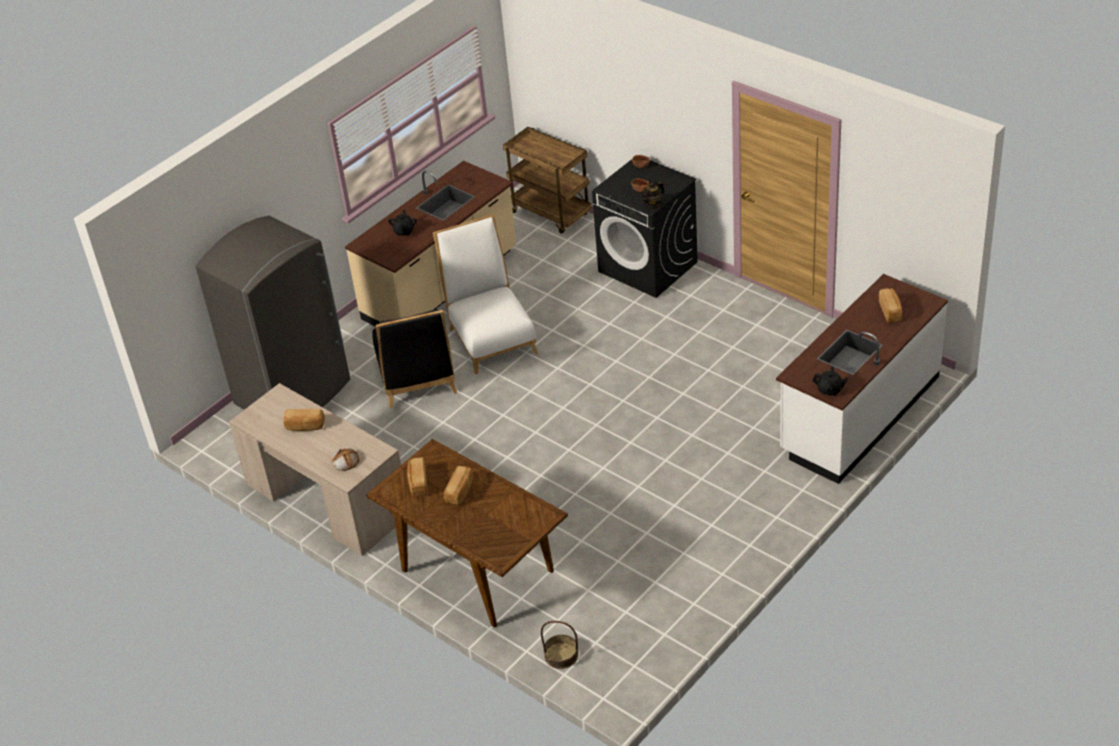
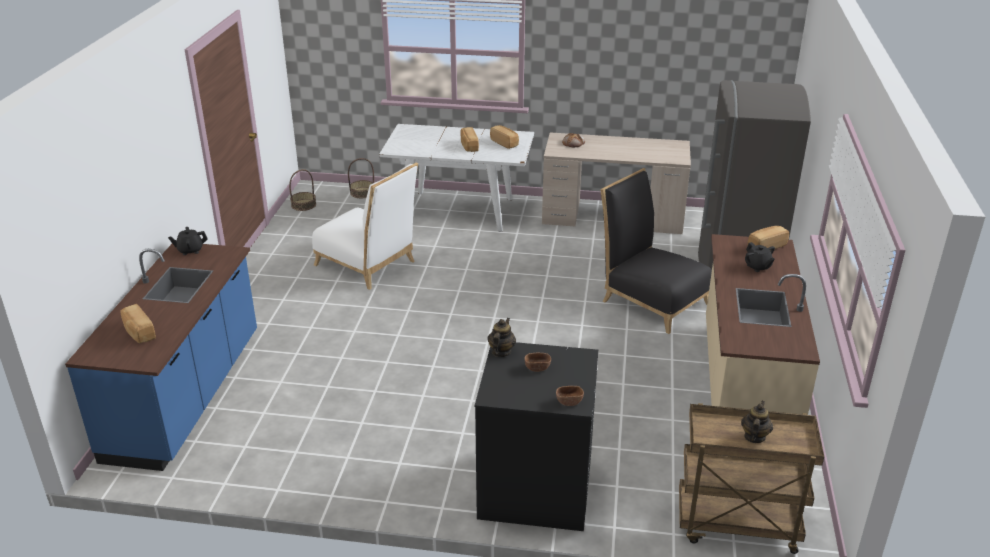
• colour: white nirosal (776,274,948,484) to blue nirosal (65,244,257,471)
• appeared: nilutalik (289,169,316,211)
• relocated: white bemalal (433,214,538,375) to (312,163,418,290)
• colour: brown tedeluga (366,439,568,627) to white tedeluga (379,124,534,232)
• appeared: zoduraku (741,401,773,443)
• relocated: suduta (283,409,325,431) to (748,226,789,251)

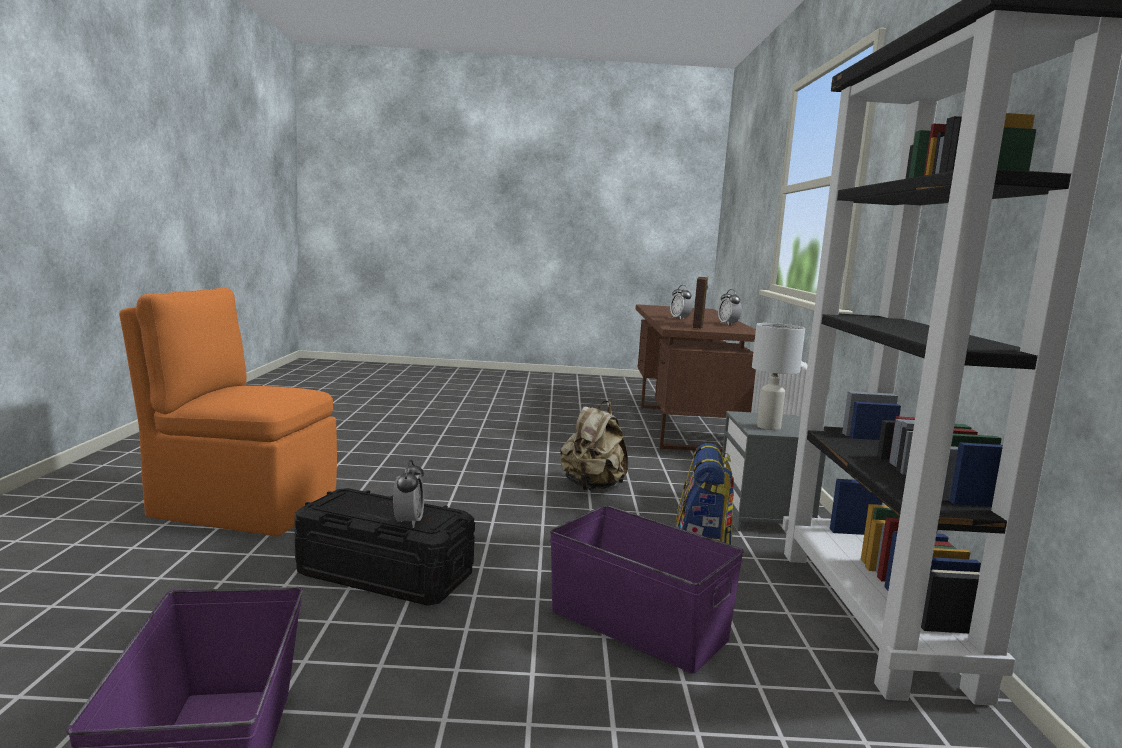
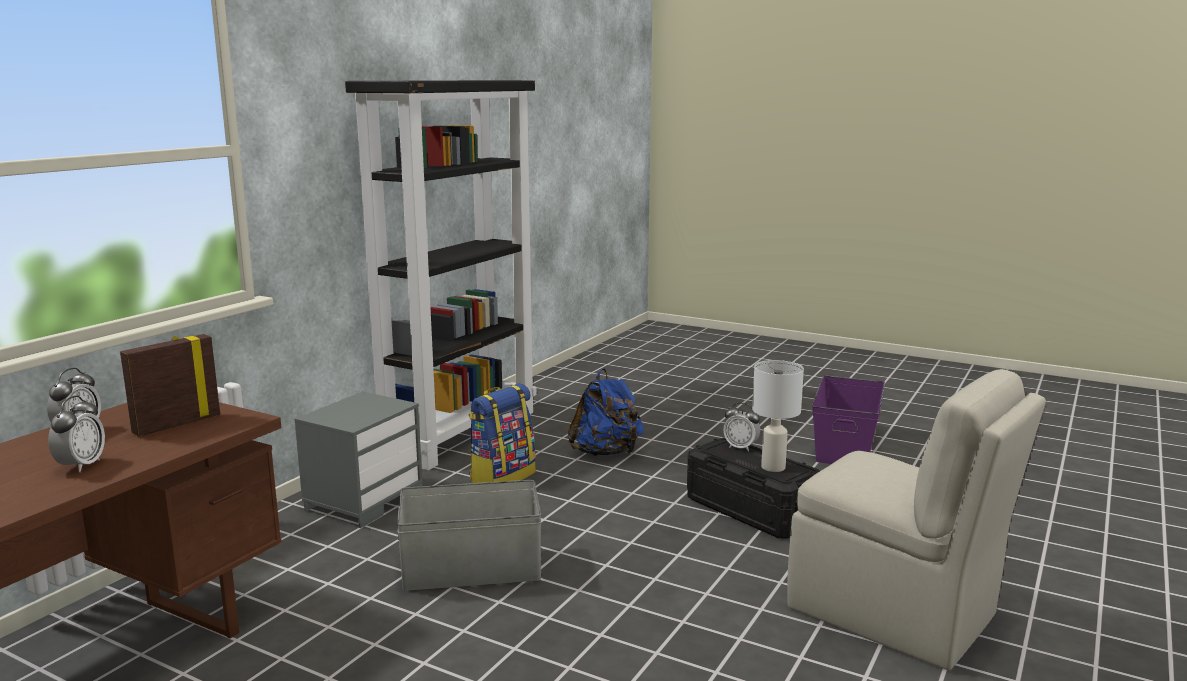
• exchanged: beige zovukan (560,401,628,491) to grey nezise (397,480,542,591)
• exchanged: purple nezise (550,505,744,674) to blue zovukan (568,369,644,456)
• spun: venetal (393,460,424,528) = (723,403,760,452) 90 degrees counterclockwise
• relocated: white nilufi (752,323,805,430) to (752,360,804,472)
• colour: orange bemalal (119,288,337,537) to beige bemalal (787,369,1046,670)

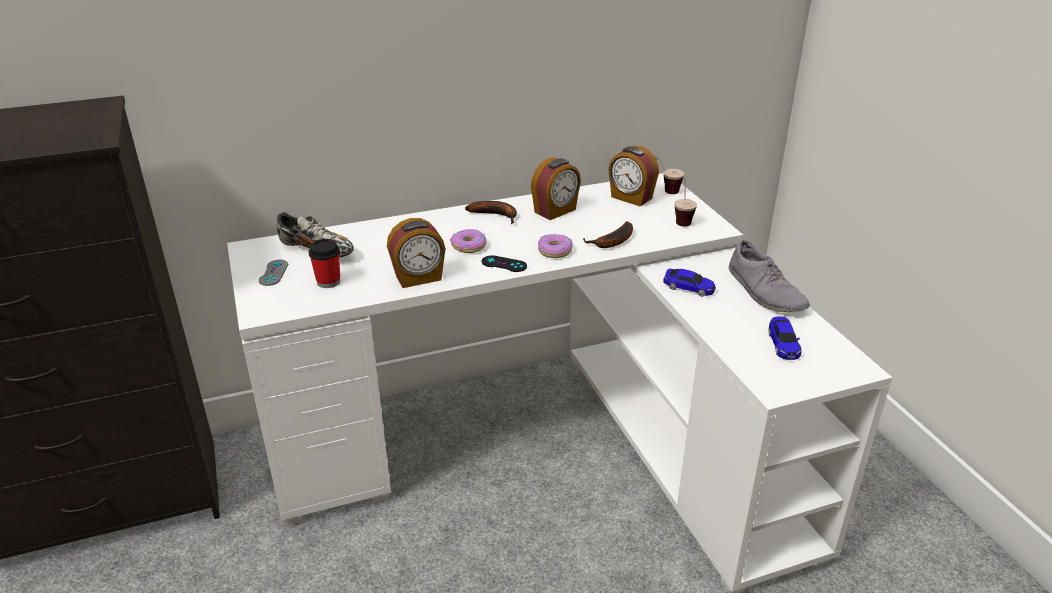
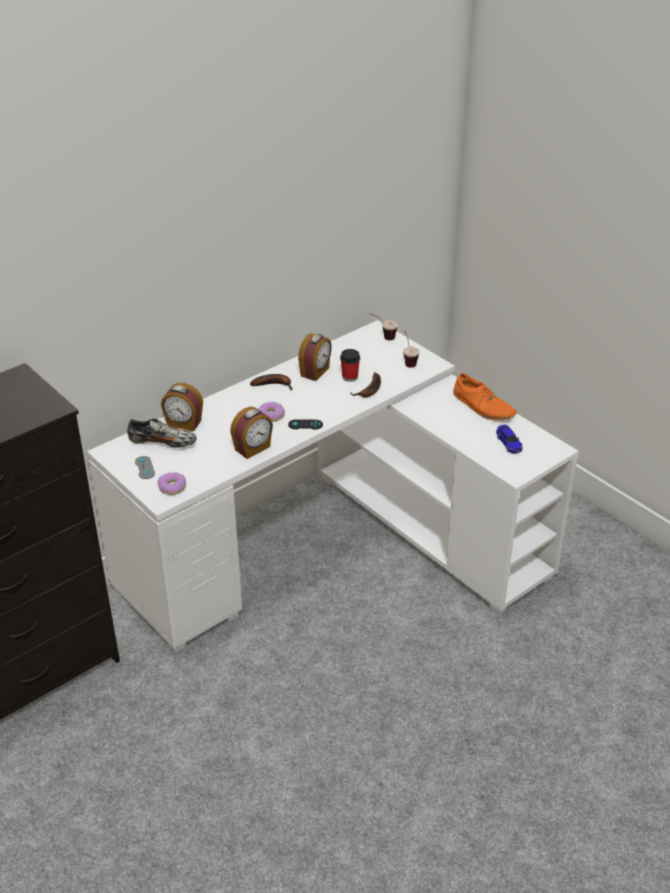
• relocated: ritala (538,234,573,258) to (157,472,186,495)
• relocated: venetal (608,146,659,206) to (161,383,203,432)
• relocated: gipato (308,239,340,288) to (340,349,360,382)
• colour: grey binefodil (729,240,810,312) to orange binefodil (453,373,517,421)
• missing: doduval (663,269,716,296)

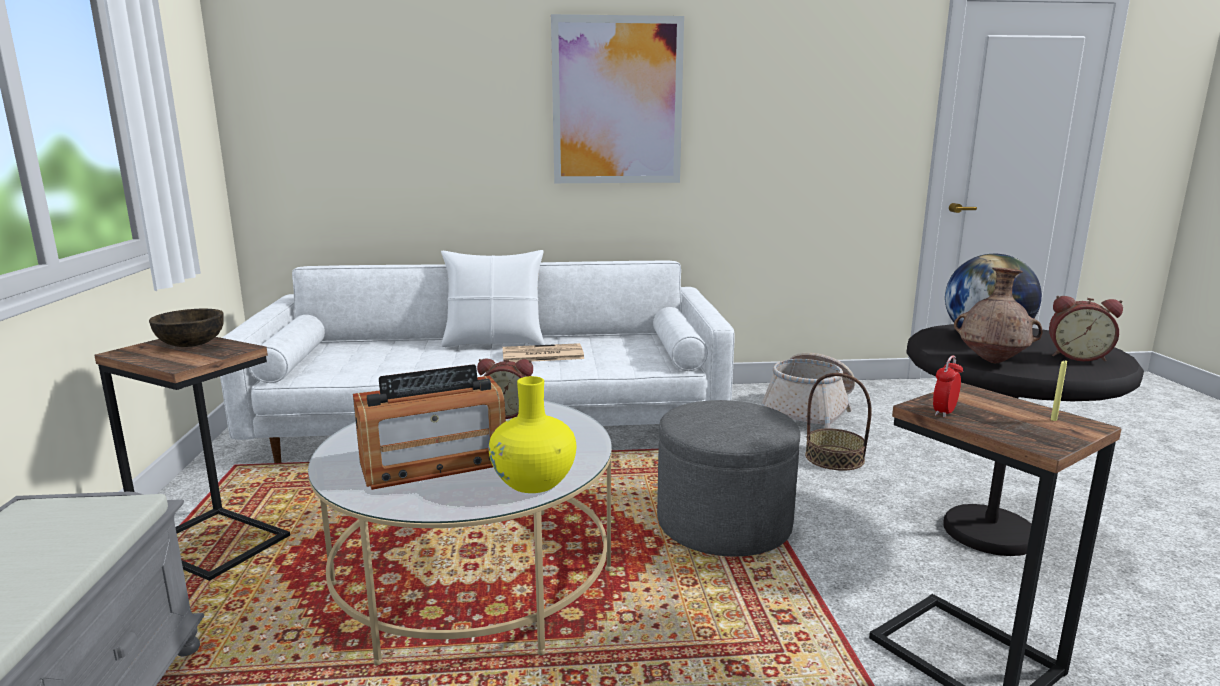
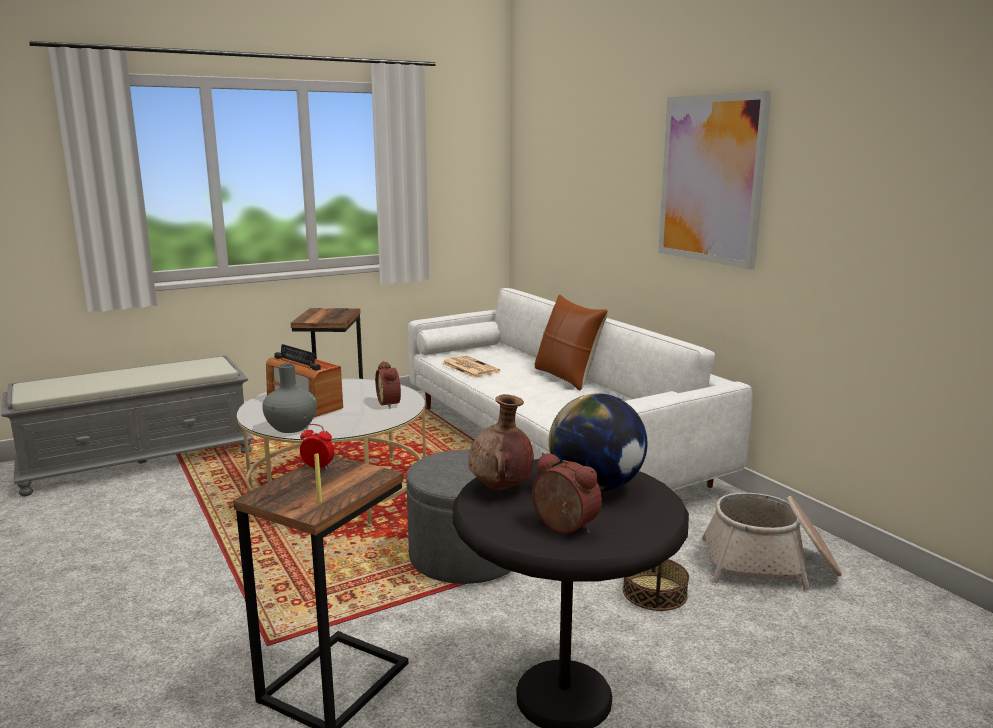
• colour: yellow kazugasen (489,376,576,493) to grey kazugasen (262,363,317,433)
• relocated: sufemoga (503,343,584,362) to (442,355,500,378)
• spun: venetal (1049,296,1123,362) = (532,452,602,534) 135 degrees clockwise
• colour: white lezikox (441,250,544,347) to brown lezikox (535,294,608,391)
• missing: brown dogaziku (149,309,224,347)

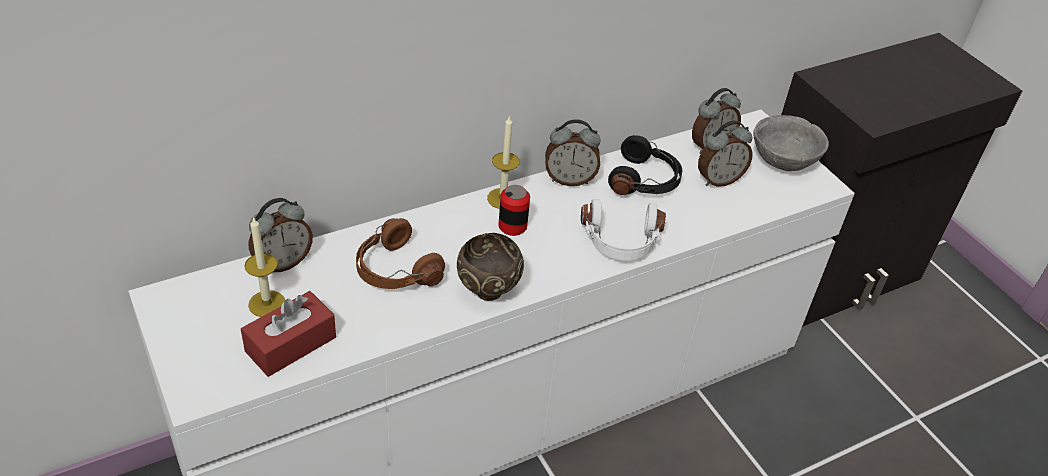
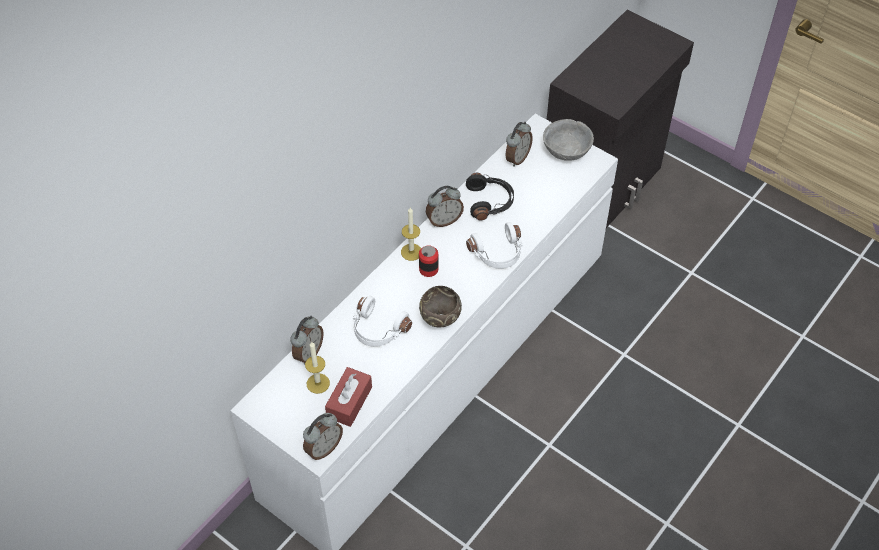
• relocated: venetal (698,120,753,187) to (303,413,343,460)
• colour: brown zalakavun (356,218,445,289) to white zalakavun (353,296,412,347)

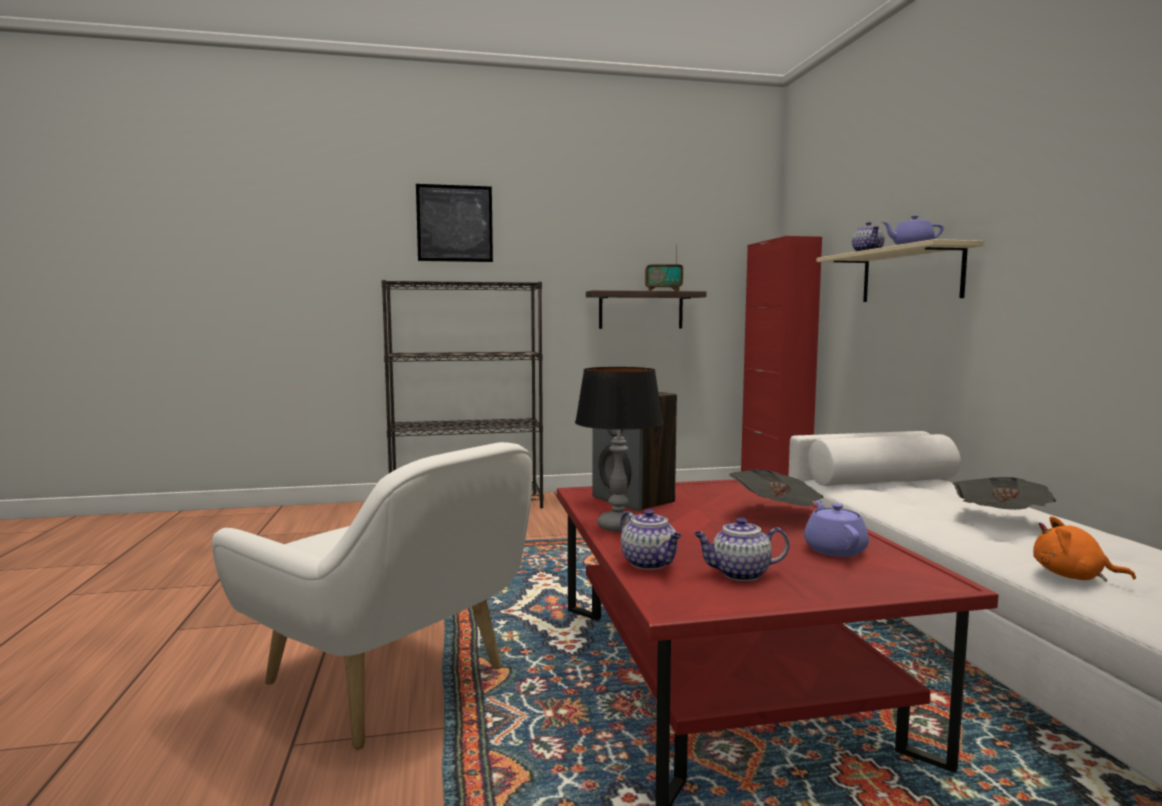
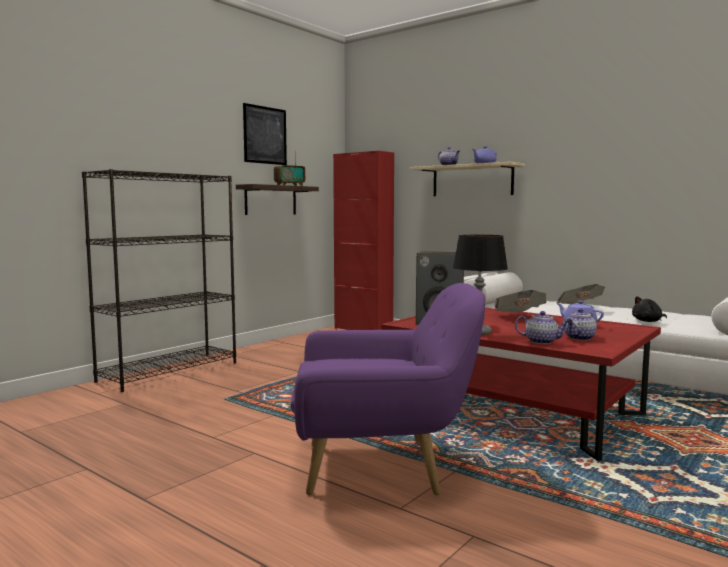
• relocated: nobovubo (416,184,493,262) to (243,103,287,165)
• colour: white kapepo (212,442,533,750) to purple kapepo (291,283,485,495)
• colour: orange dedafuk (1033,516,1136,582) to black dedafuk (632,296,667,322)

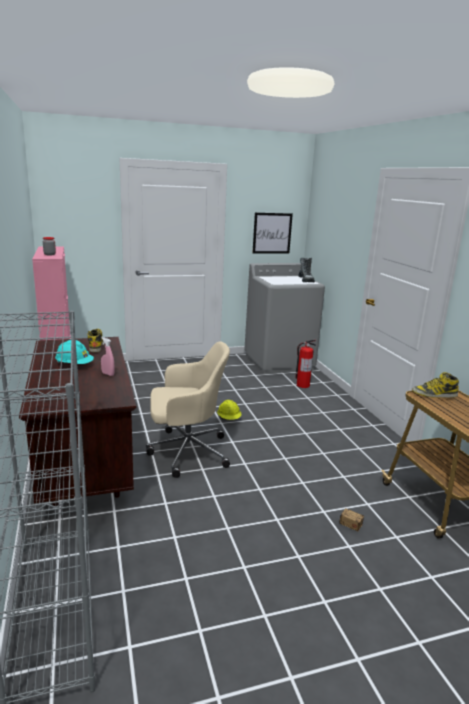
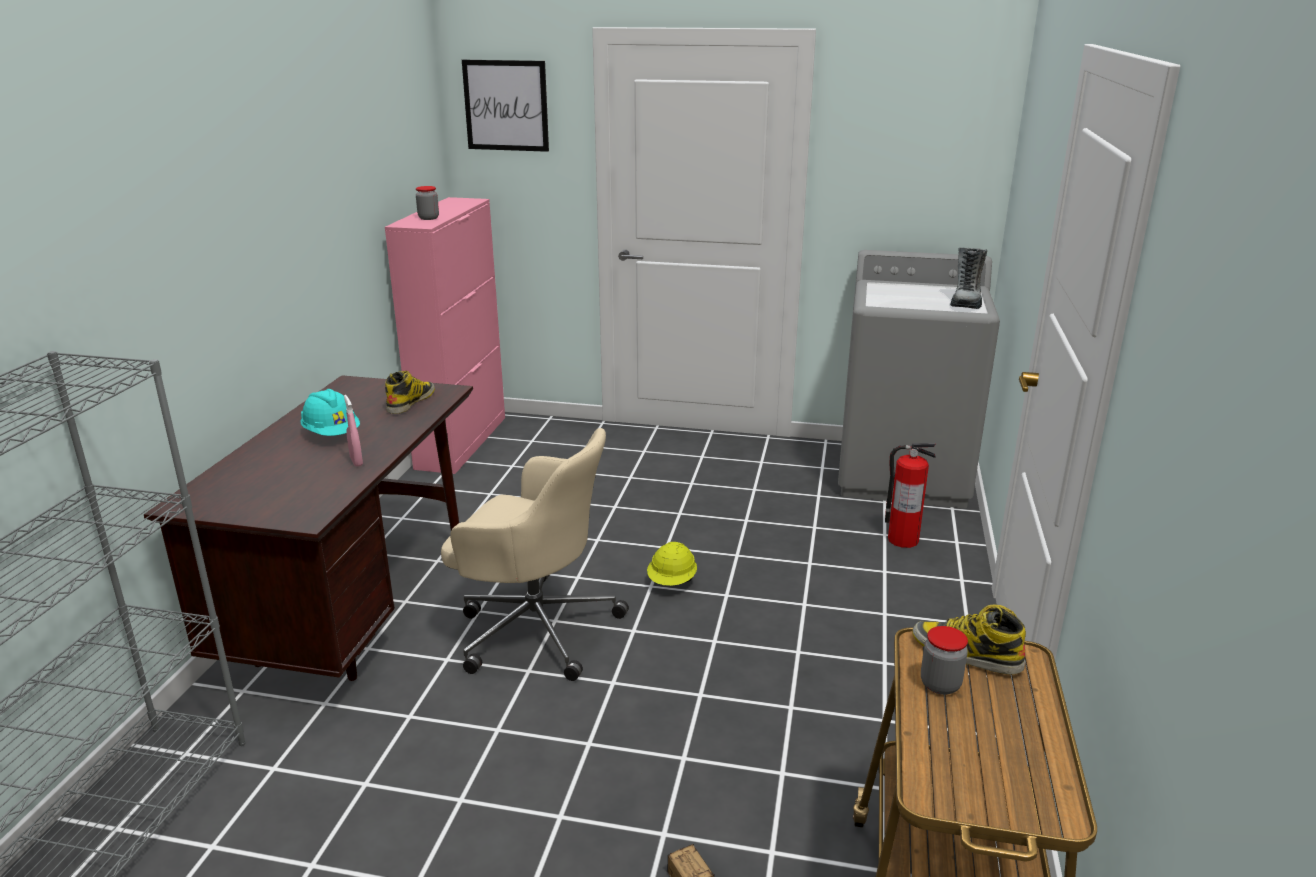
• relocated: nobovubo (253,213,293,254) to (462,60,549,152)
• appeared: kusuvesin (921,626,968,695)

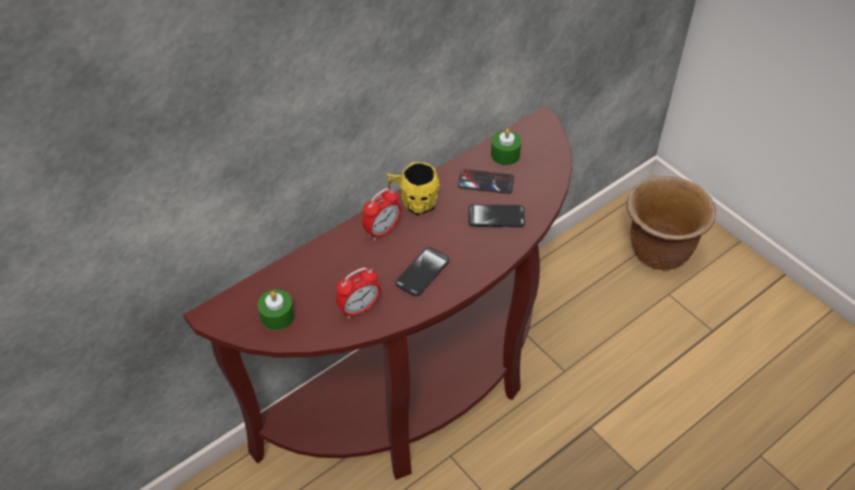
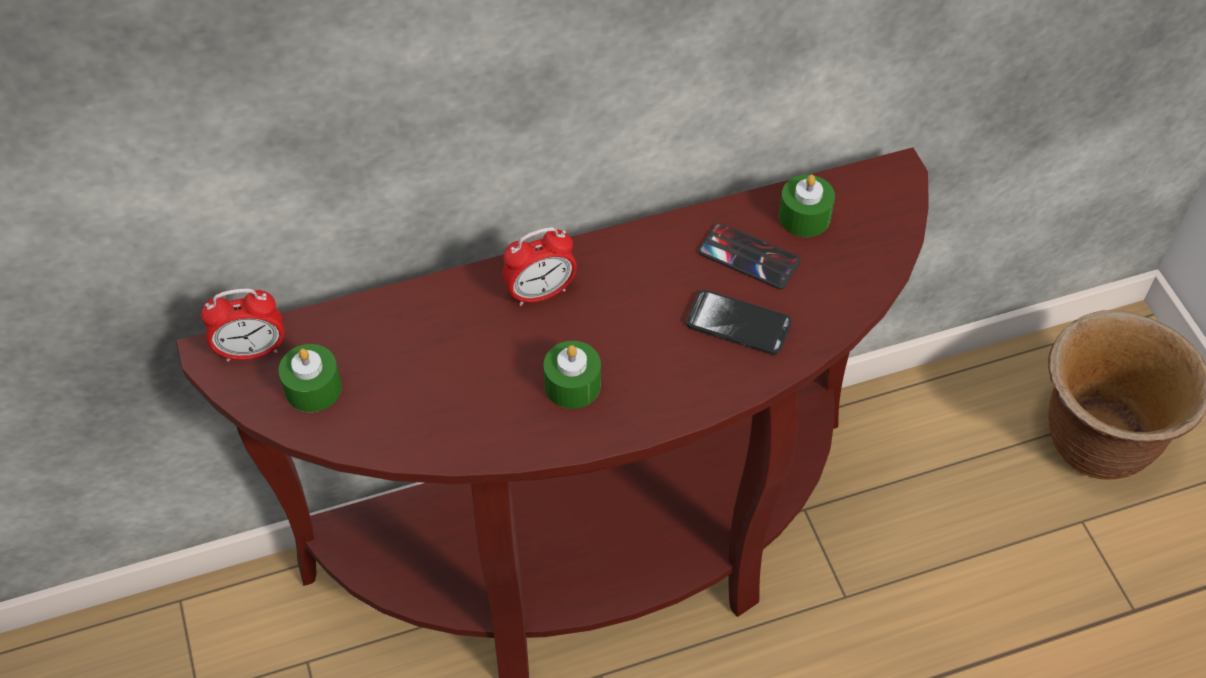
• relocated: venetal (336,268,381,319) to (201,289,284,362)
• exchanged: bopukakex (396,247,449,297) to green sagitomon (543,341,601,409)
• missing: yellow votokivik (387,162,440,215)

